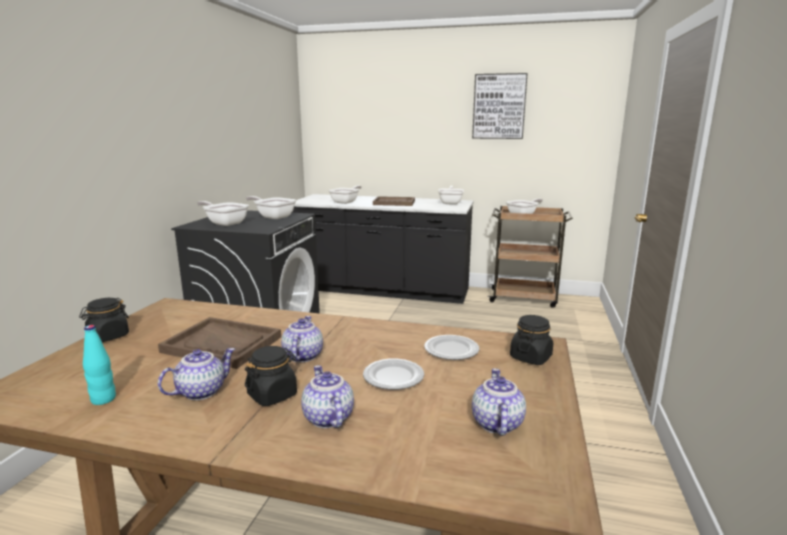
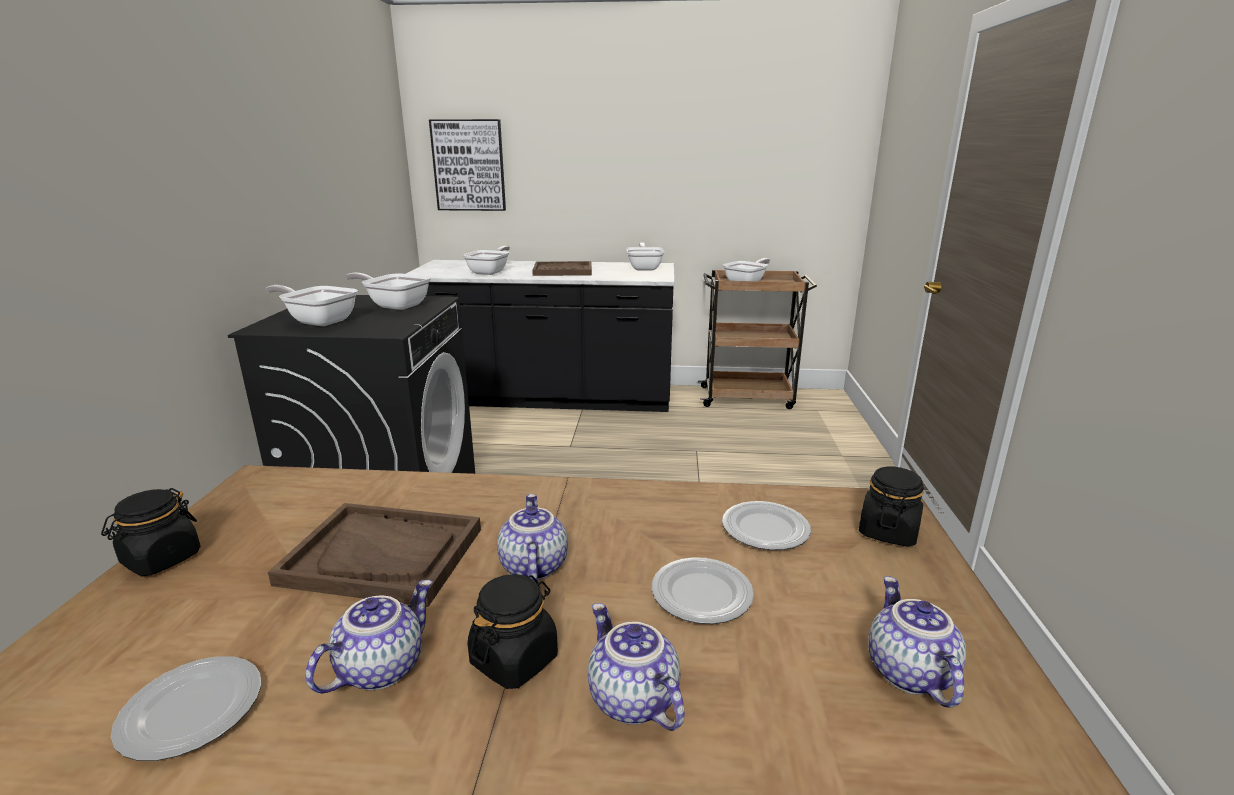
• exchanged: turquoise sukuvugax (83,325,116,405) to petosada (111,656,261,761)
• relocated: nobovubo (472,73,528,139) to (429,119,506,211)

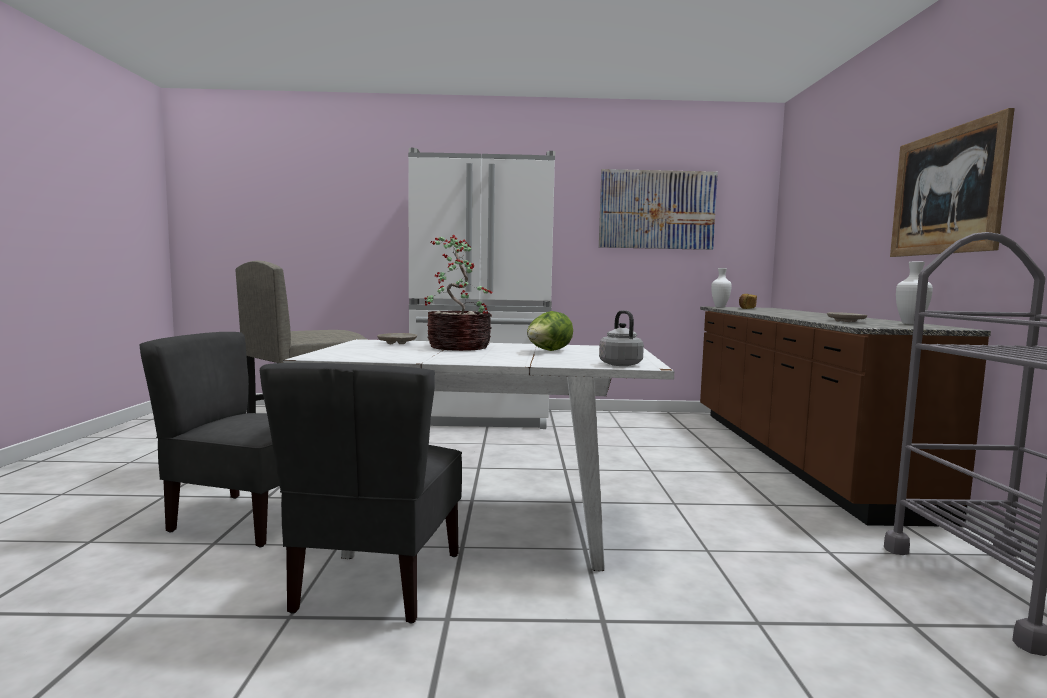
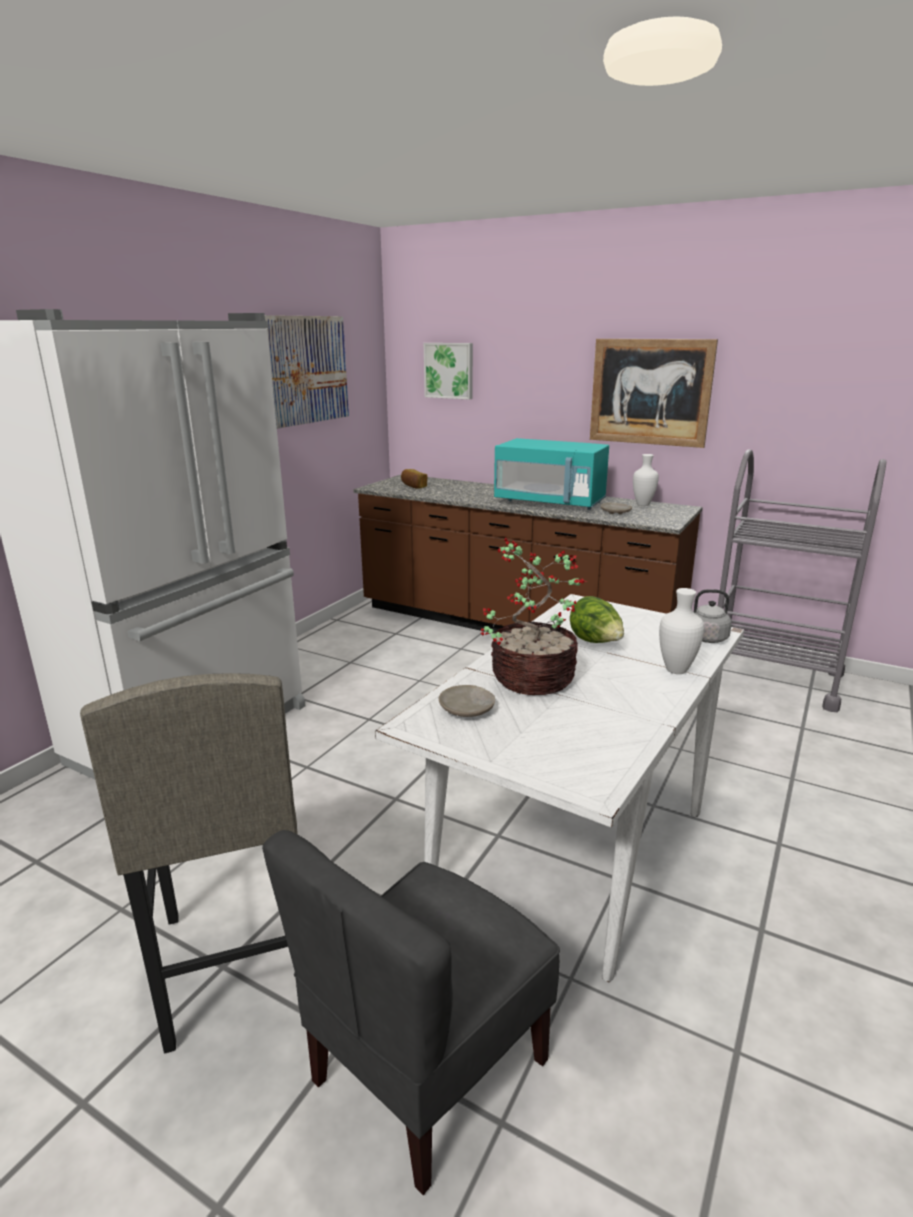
• appeared: nobovubo (424,343,473,400)
• appeared: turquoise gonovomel (494,438,609,510)
• relocated: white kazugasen (711,268,732,307) to (659,588,704,674)
• missing: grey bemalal (260,363,462,623)

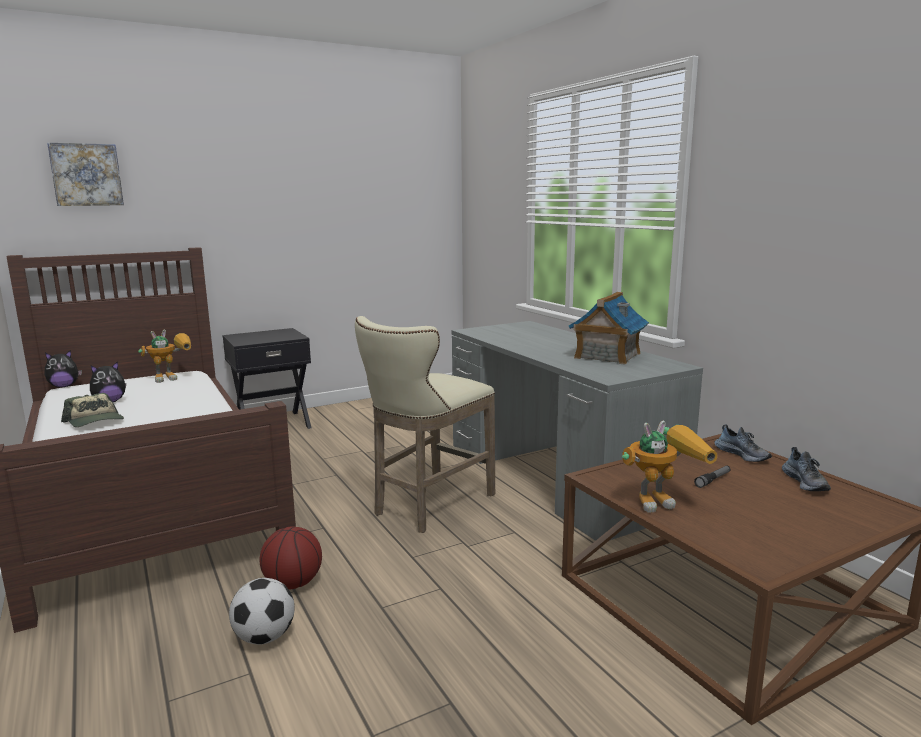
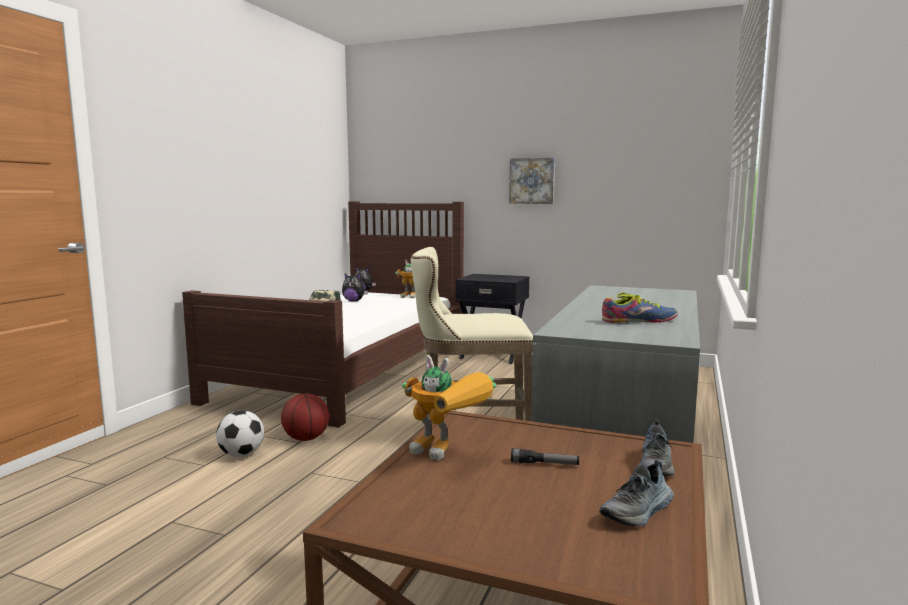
• relocated: nobovubo (47,143,124,206) to (509,157,555,204)
• exchanged: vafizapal (569,292,649,365) to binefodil (602,292,678,323)

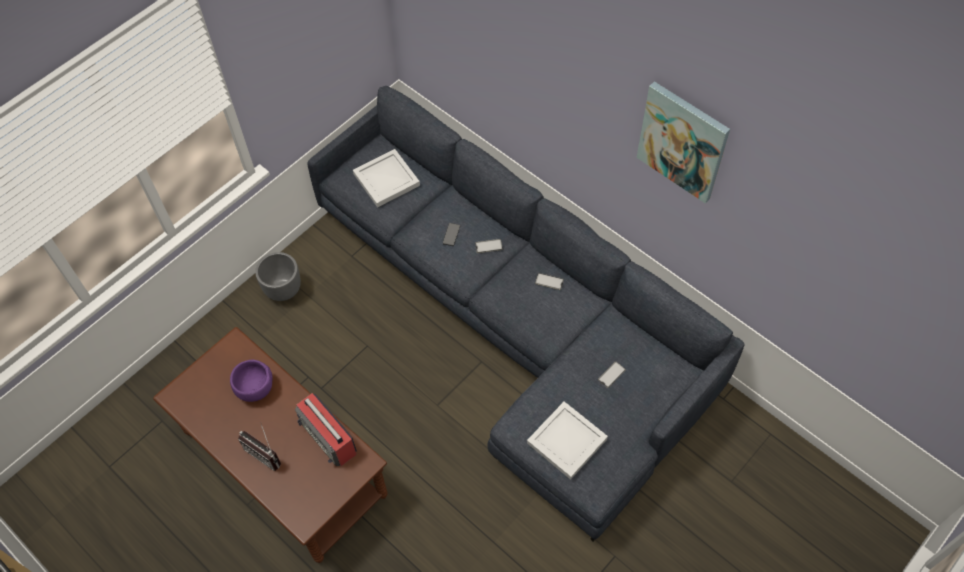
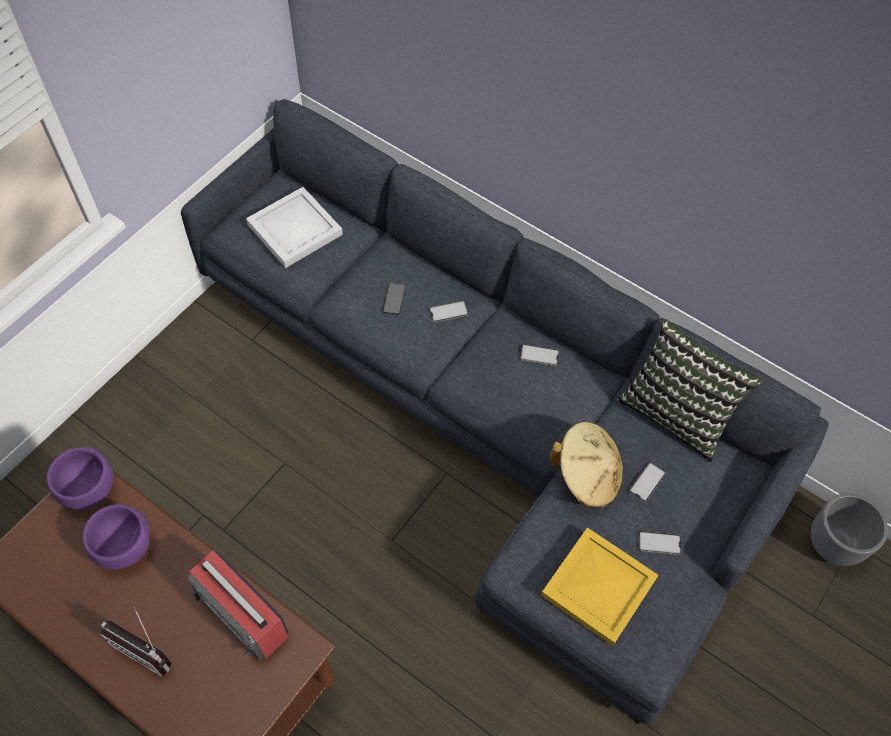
• appeared: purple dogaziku (47,447,113,510)
• colour: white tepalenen (527,401,608,480) to yellow tepalenen (541,527,658,646)
• appeared: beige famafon (549,422,623,509)
• appeared: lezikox (618,319,764,463)
• appeared: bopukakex (639,531,681,555)
• relocated: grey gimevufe (255,252,301,301) to (811,493,888,566)
• missing: nobovubo (637,81,730,203)

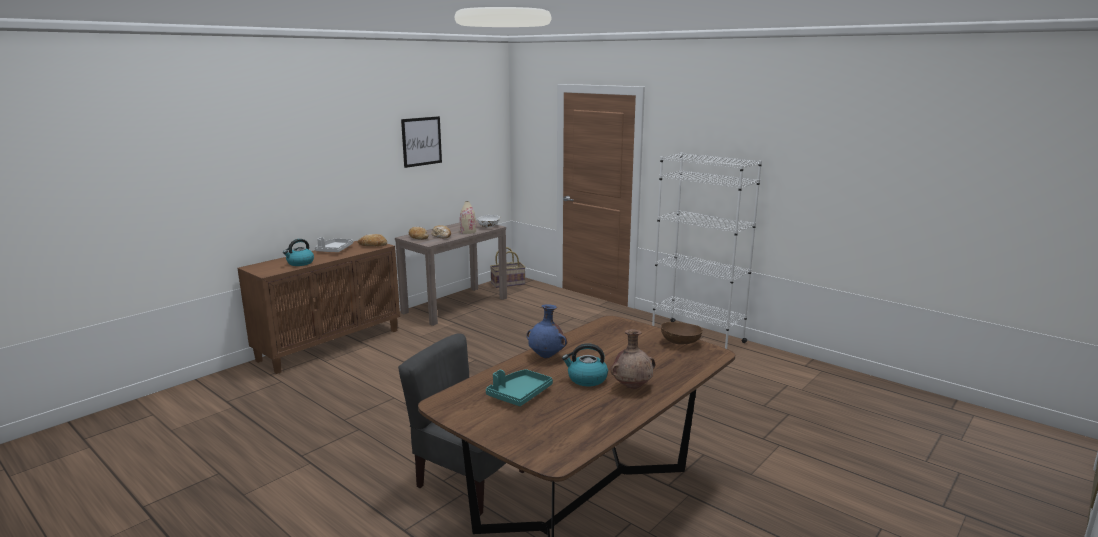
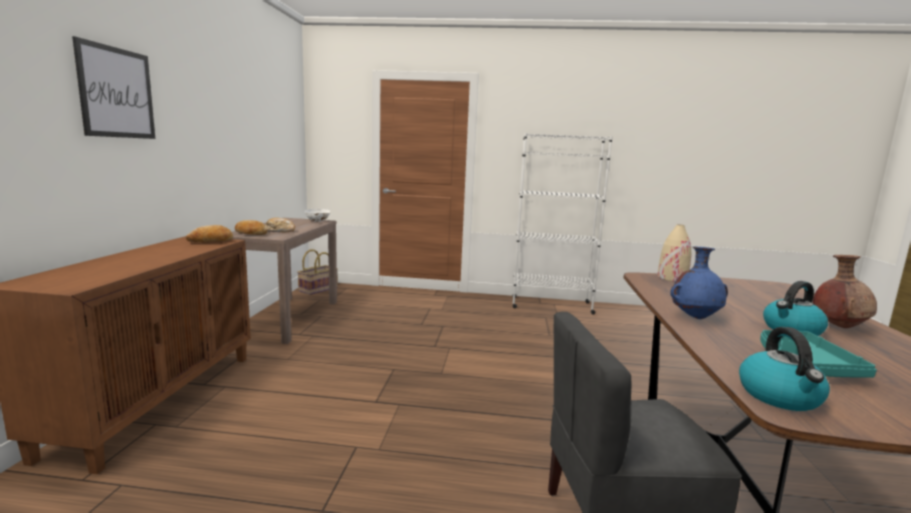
• relocated: nobovubo (401,116,442,168) to (72,36,155,139)
• relocated: beige kazugasen (460,201,476,234) to (658,224,691,282)
• relocated: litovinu (283,239,314,266) to (739,327,830,411)
• missing: grey tepalenen (315,237,353,252)
• missing: brown dogaziku (661,322,703,345)

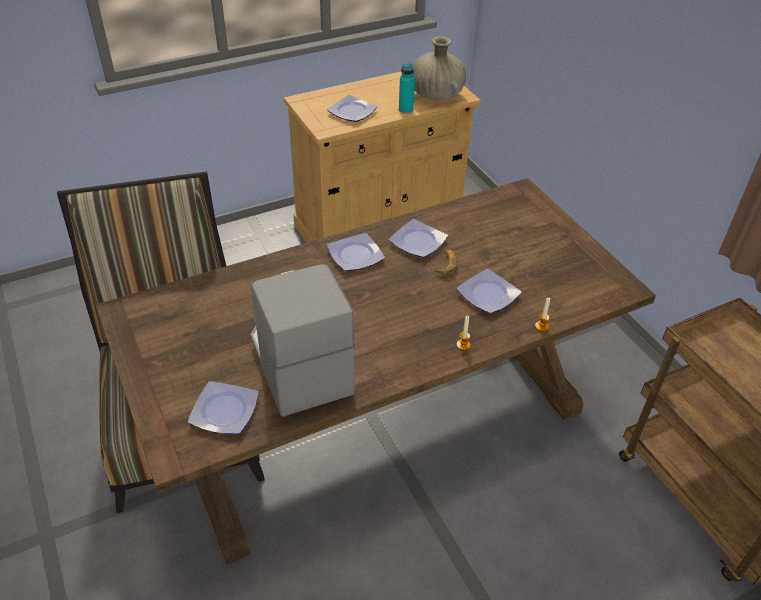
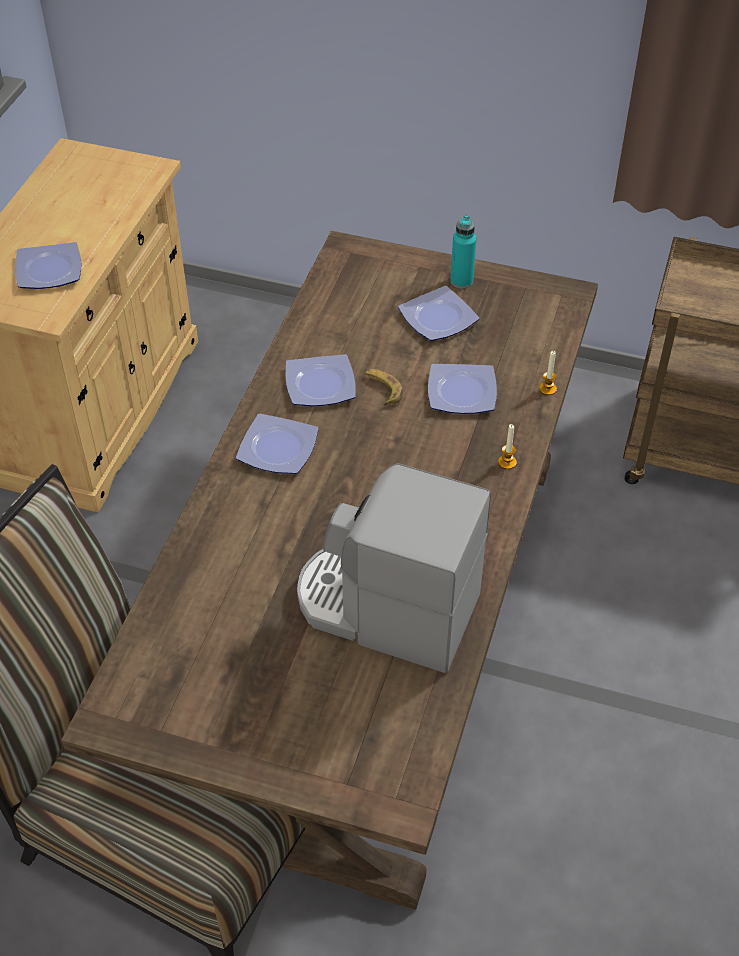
• relocated: petosada (188,381,259,434) to (398,286,479,341)
• relocated: turquoise sukuvugax (399,63,415,114) to (450,215,477,289)
• missing: beige kazugasen (412,36,466,100)

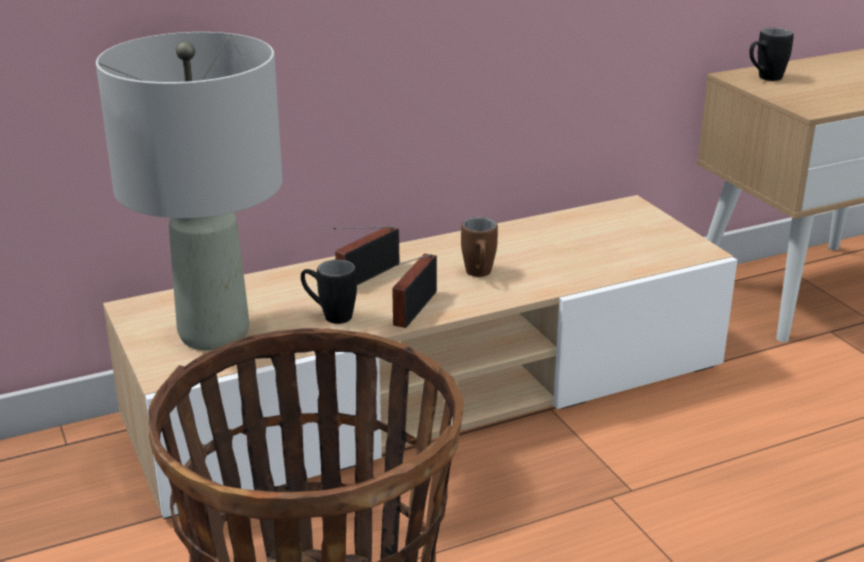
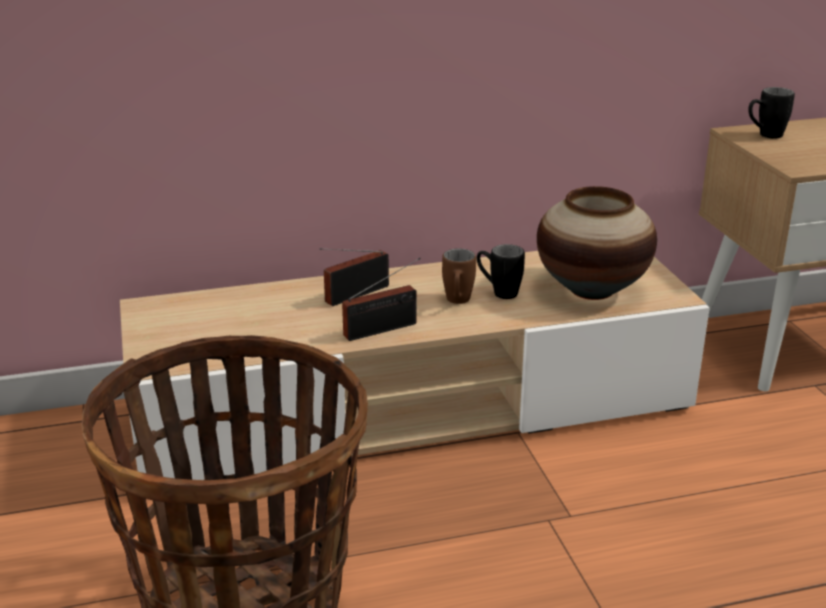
• spun: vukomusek (392,253,437,328) = (342,258,421,341) 150 degrees counterclockwise
• relocated: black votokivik (301,259,357,324) to (477,244,525,299)
• appeared: kazugasen (537,186,657,300)
• missing: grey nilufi (96,32,282,351)

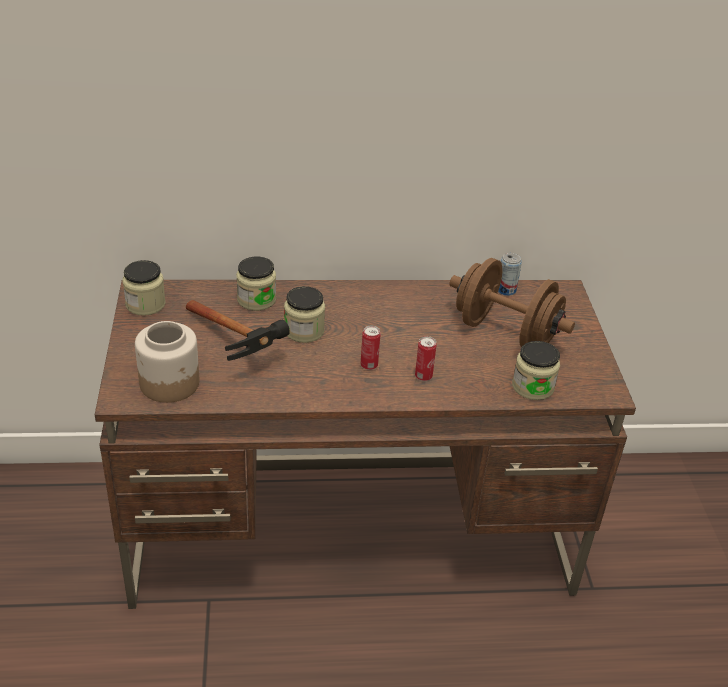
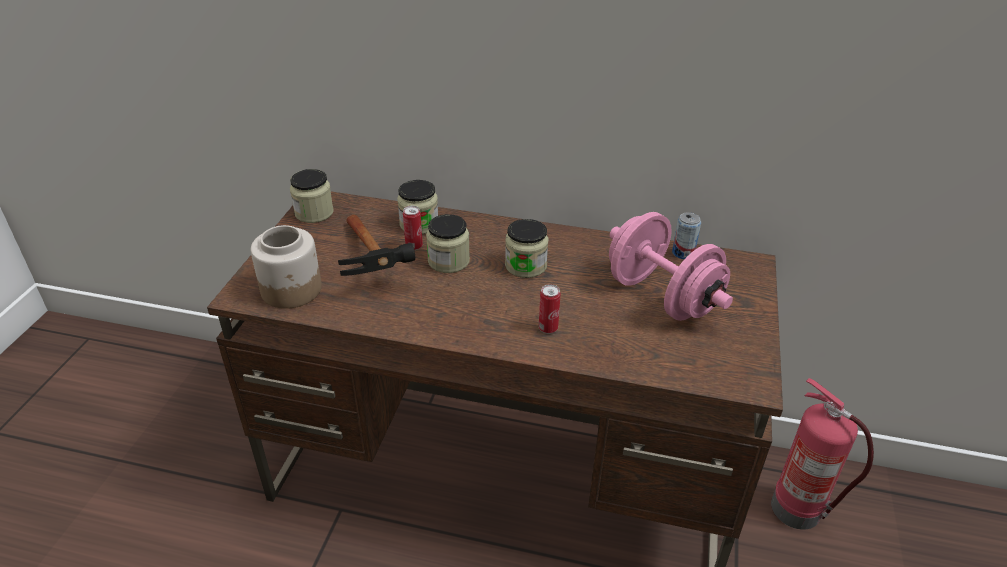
• relocated: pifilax (361,325,381,370) to (403,206,423,250)
• relocated: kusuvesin (512,341,560,400) to (505,219,549,278)
• colour: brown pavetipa (449,258,575,347) to pink pavetipa (609,212,733,321)
• appeared: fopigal (771,378,874,530)

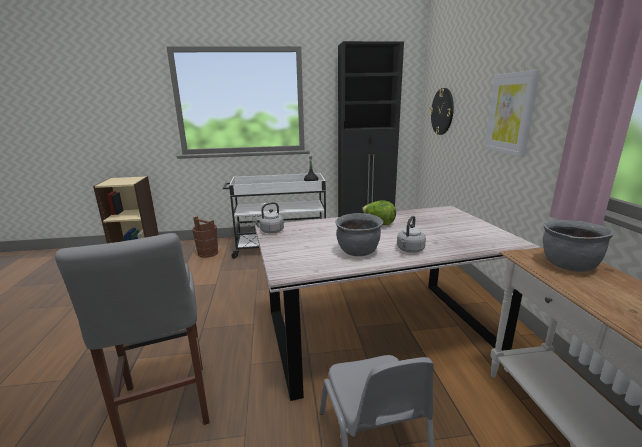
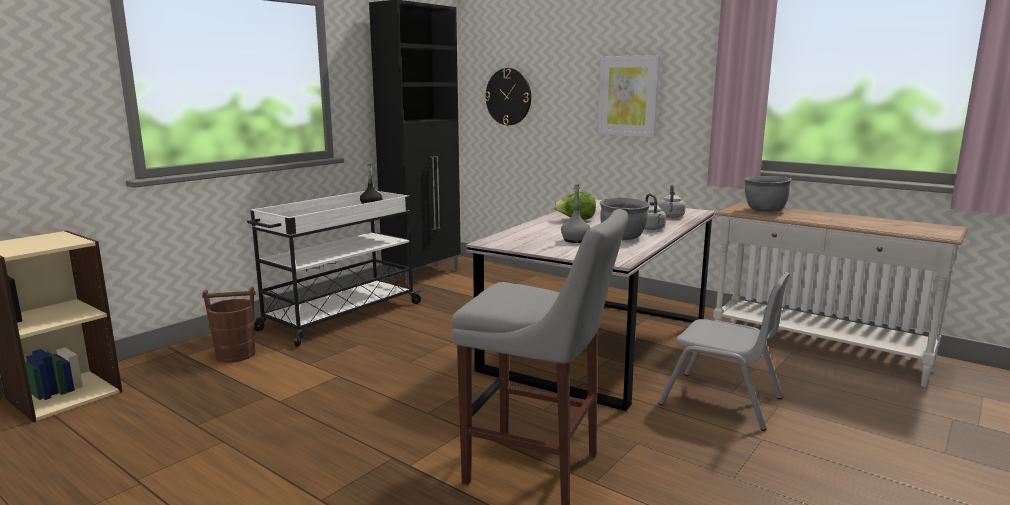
• appeared: grey sukuvugax (561,184,590,243)
• relocated: grey litovinu (252,202,284,234) to (659,184,686,218)

